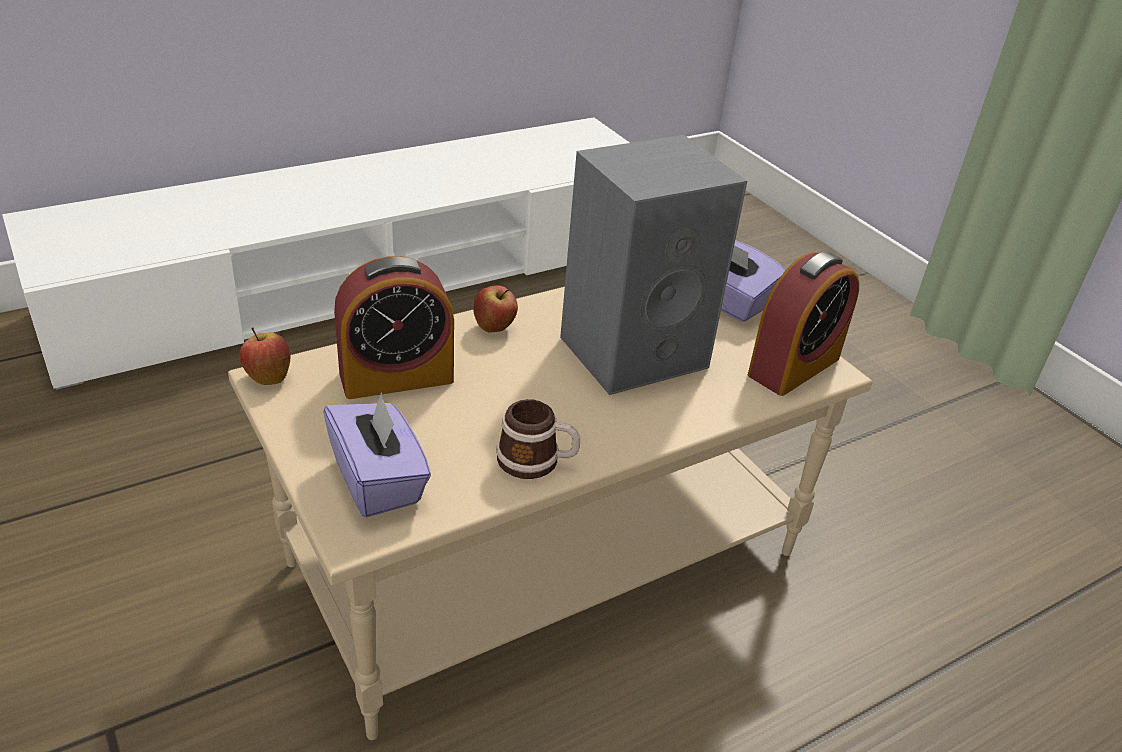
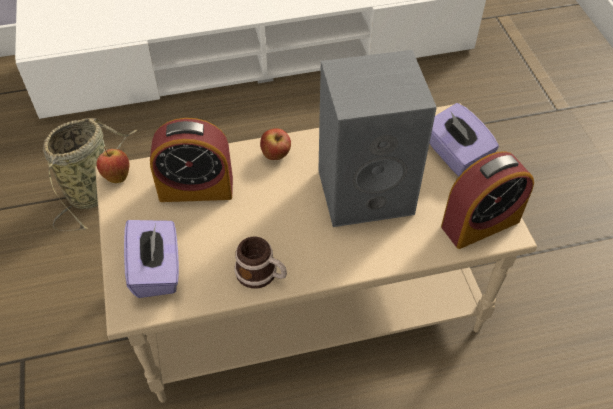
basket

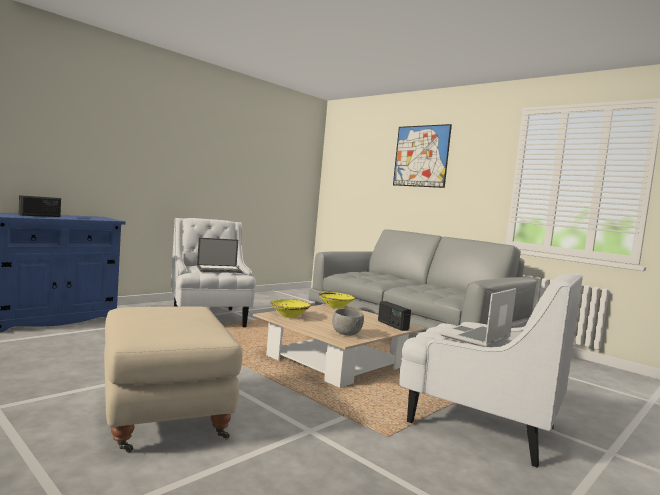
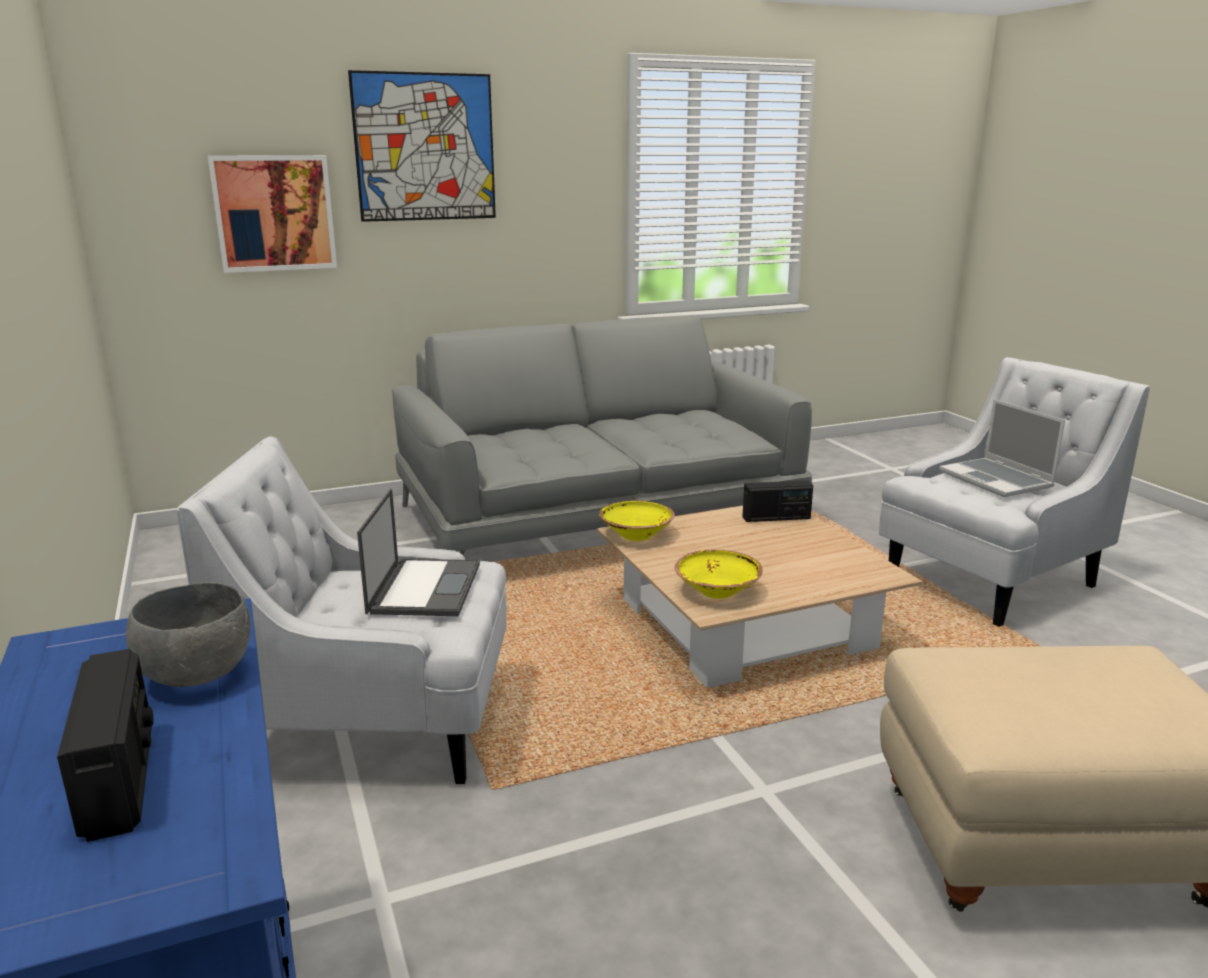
grey bowl
picture (no. 1 from left)

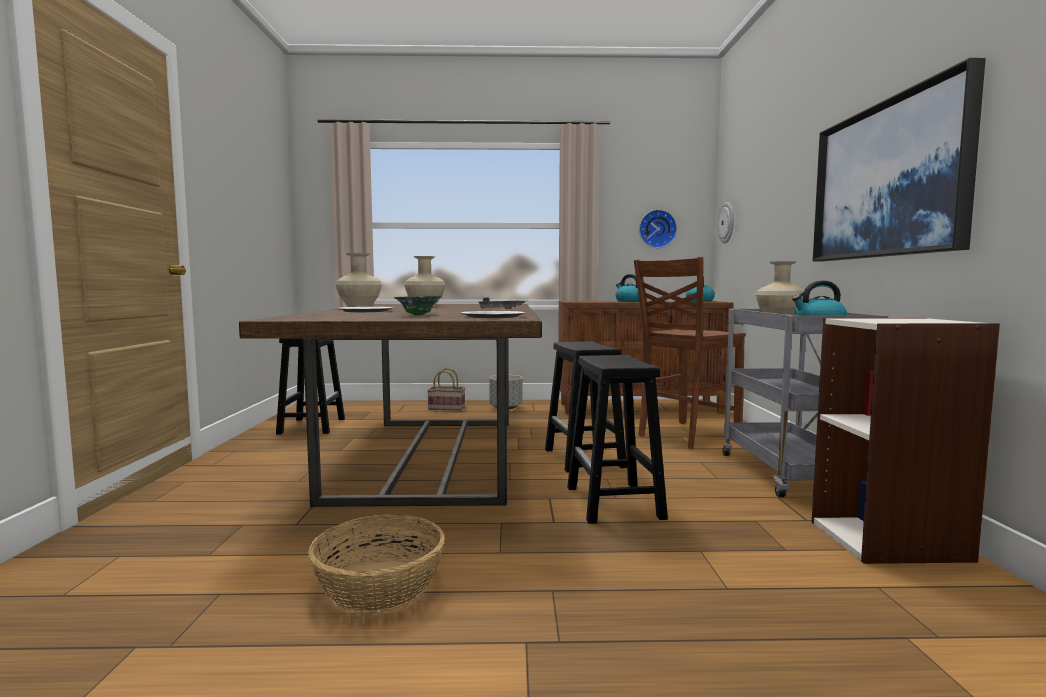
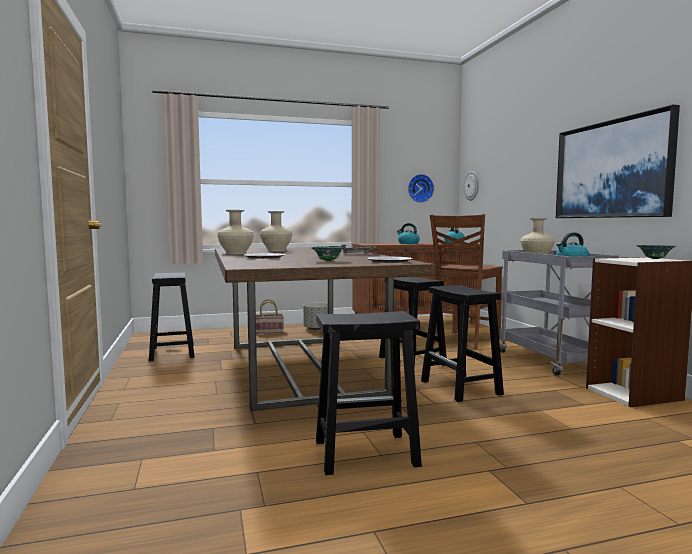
black stool (no. 2 from left)
green bowl (no. 2 from left)

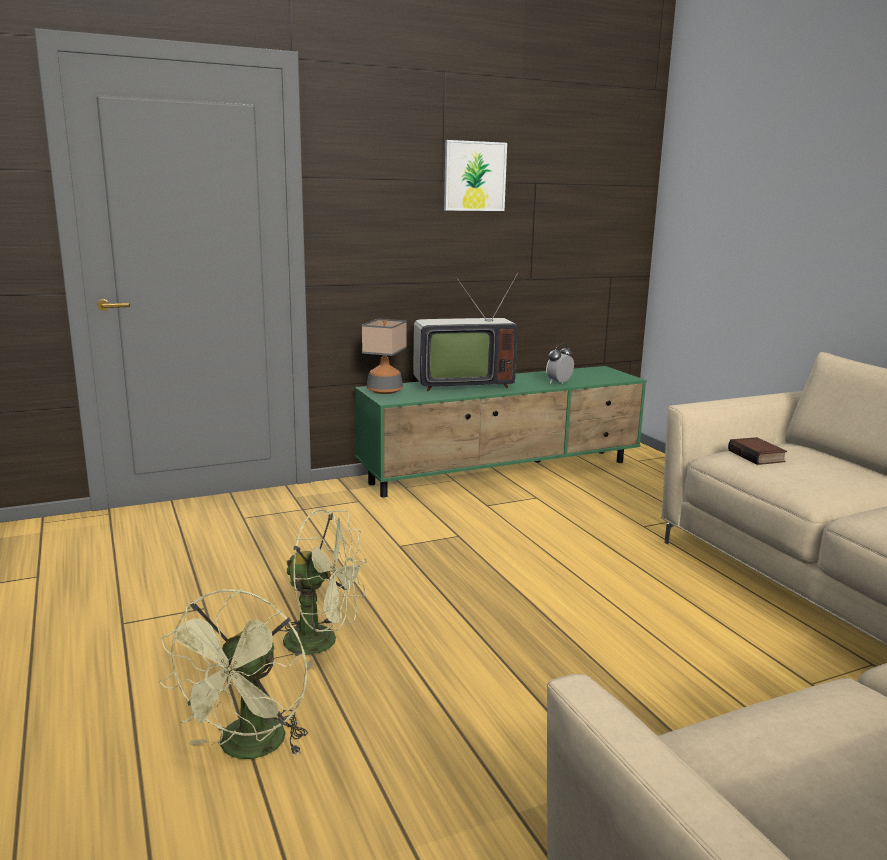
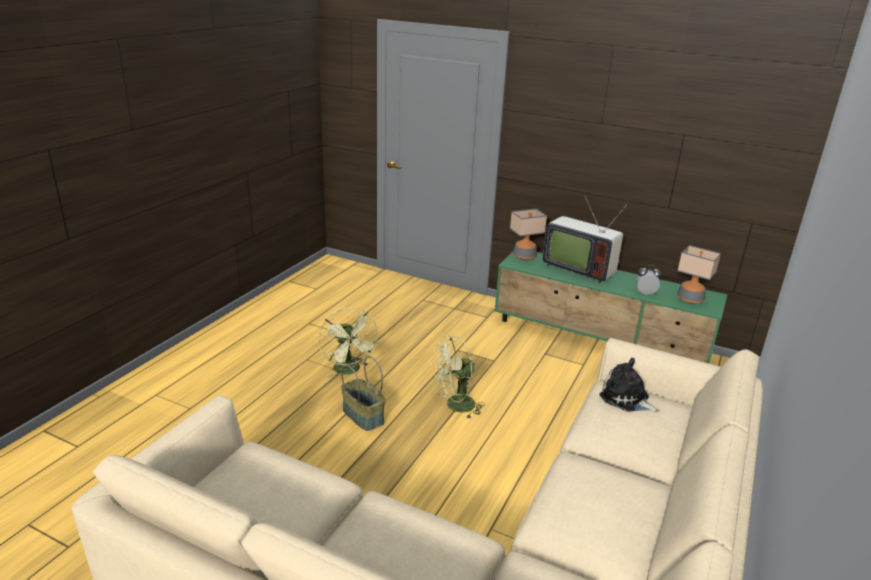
green fan (no. 2 from left)
picture
plush toy
basket
table lamp (no. 2 from left)

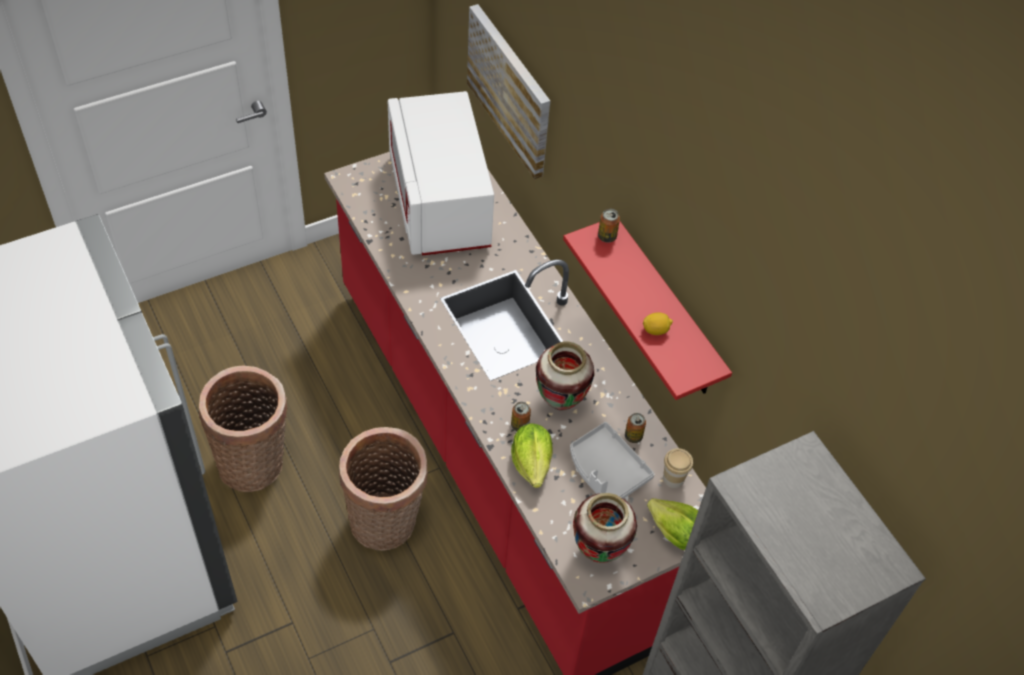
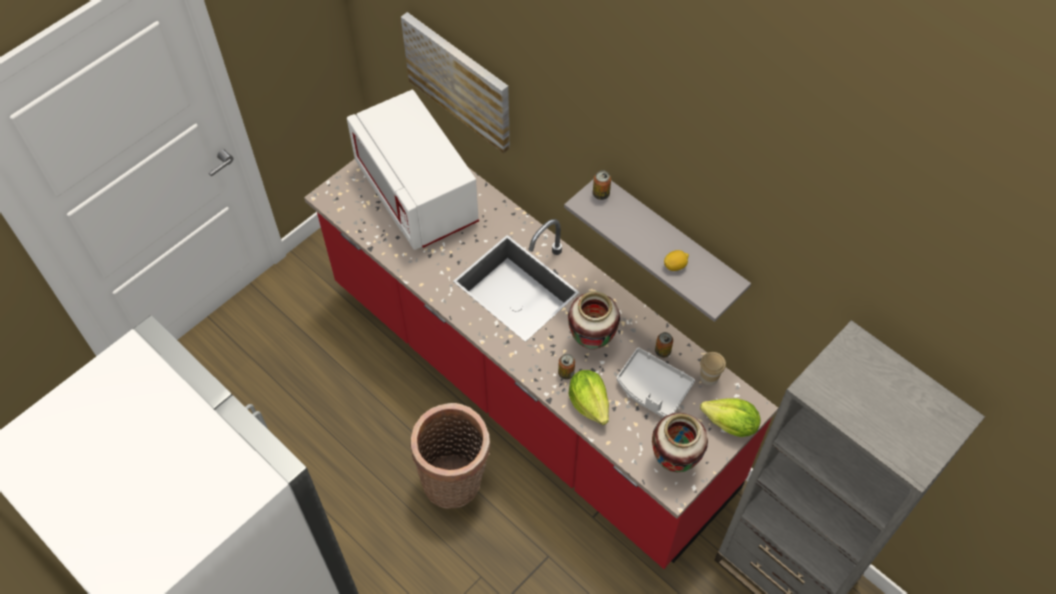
basket (no. 1 from left in the first image)
grey shelf

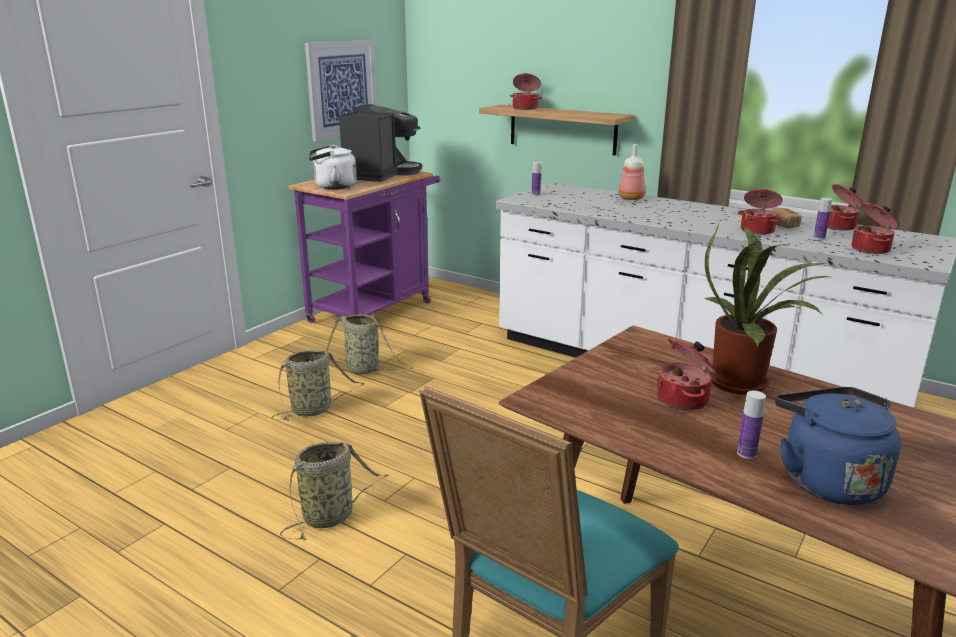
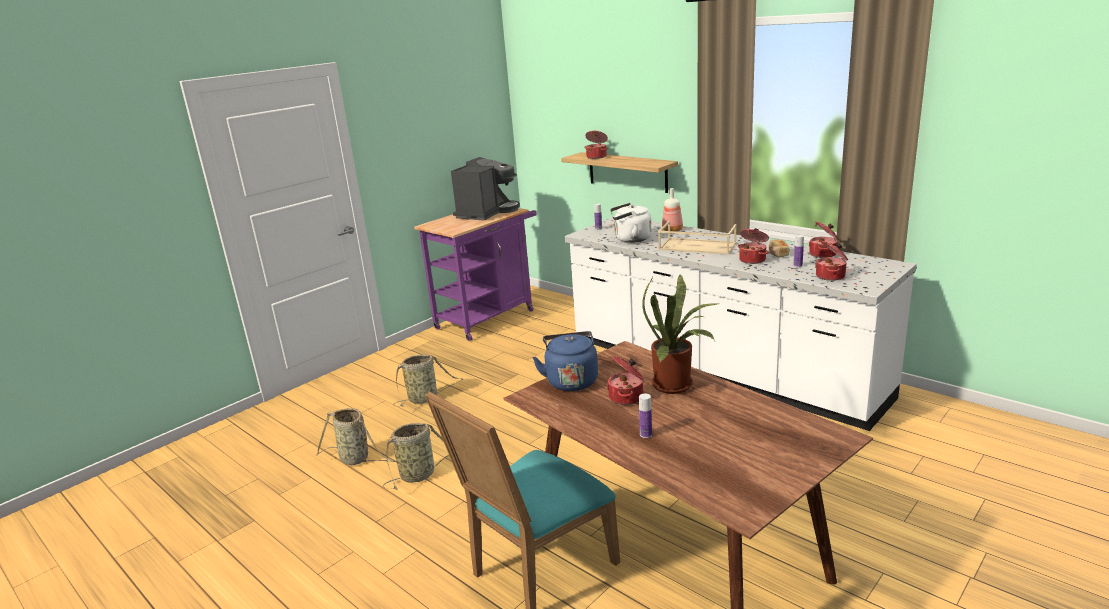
picture
white kettle
basket (no. 1 from left)
blue kettle
beige tray

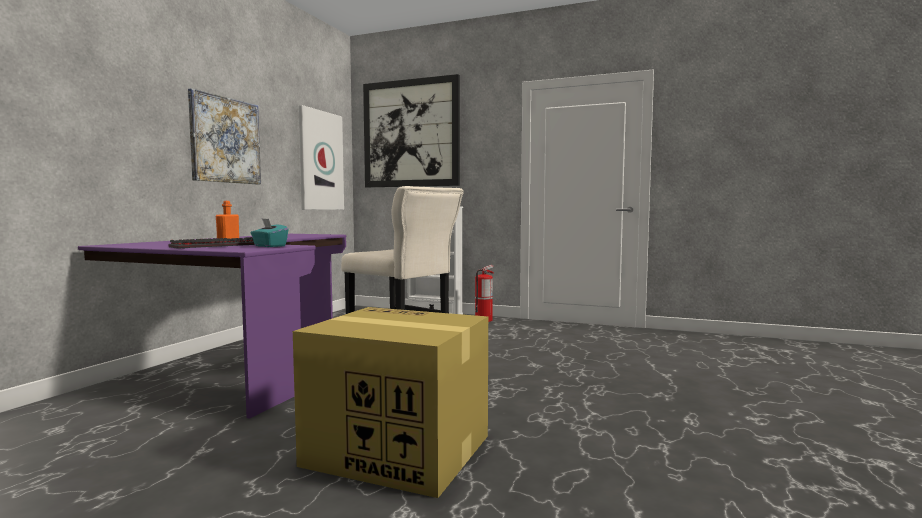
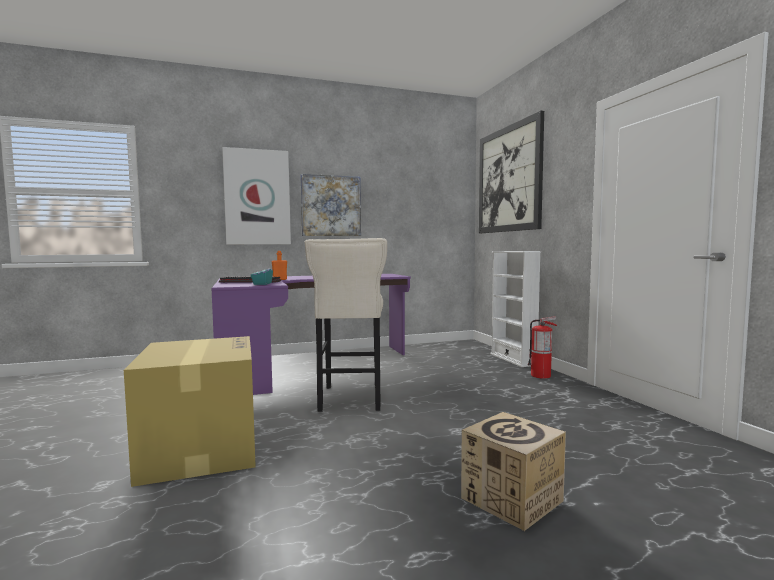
picture (no. 1 from left)
cardboard box (no. 2 from left)

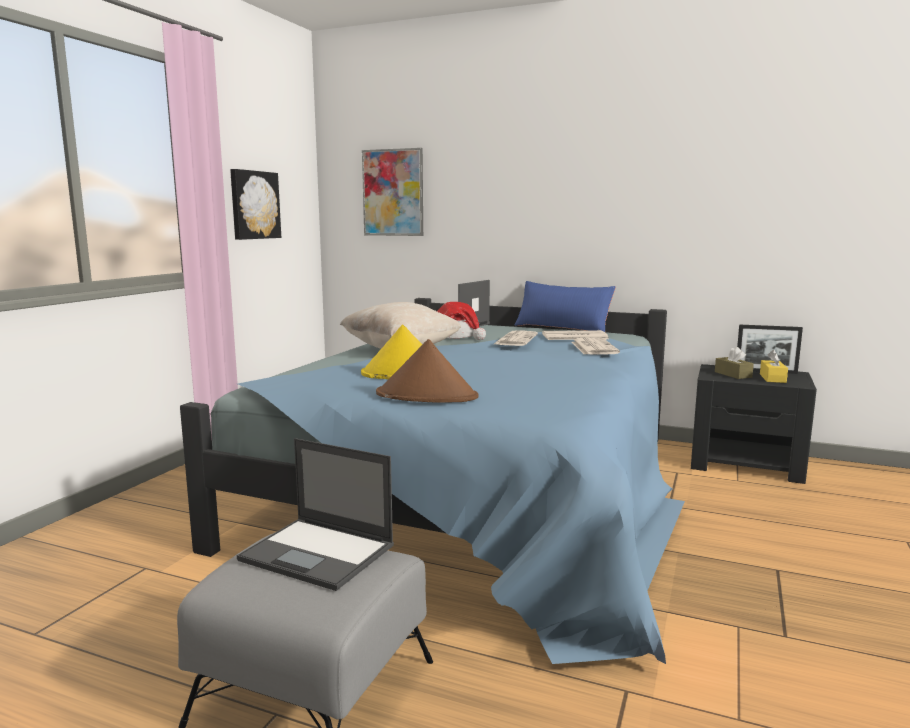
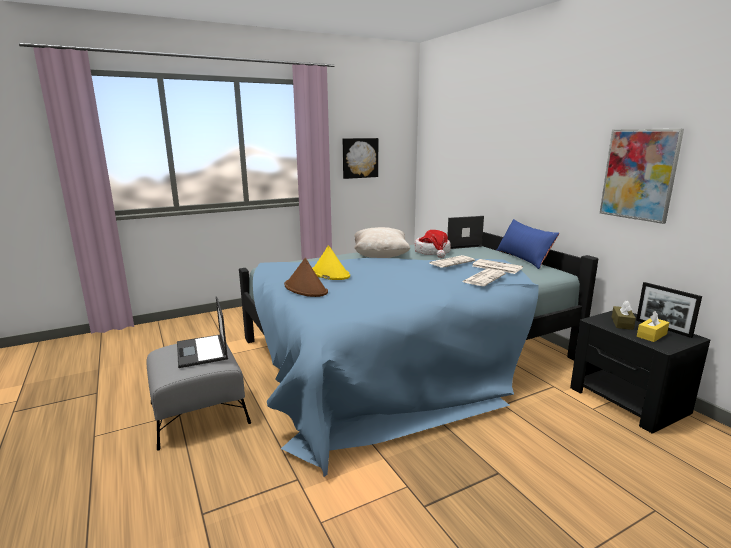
picture (no. 2 from left)

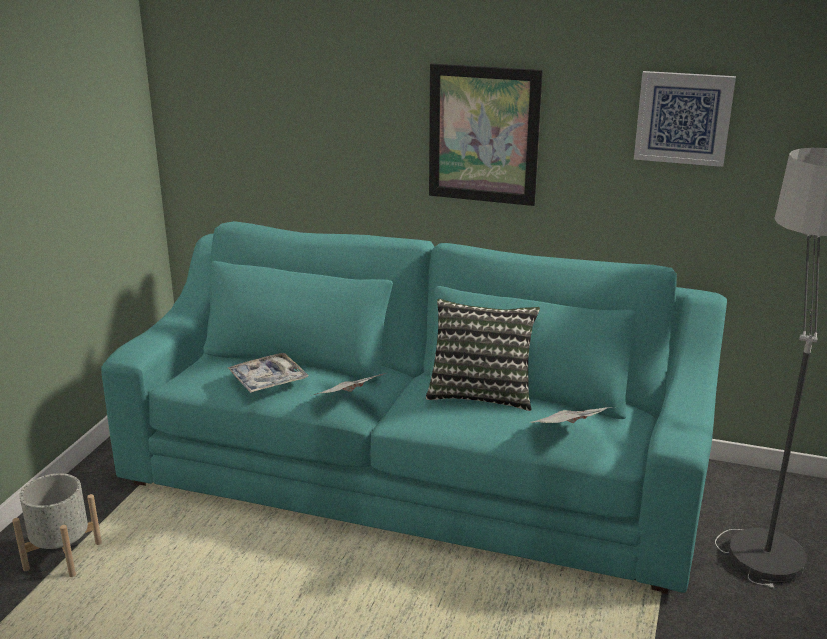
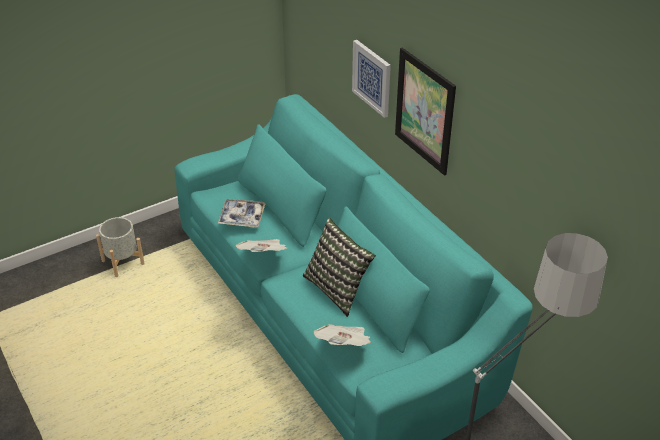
picture (no. 1 from left)

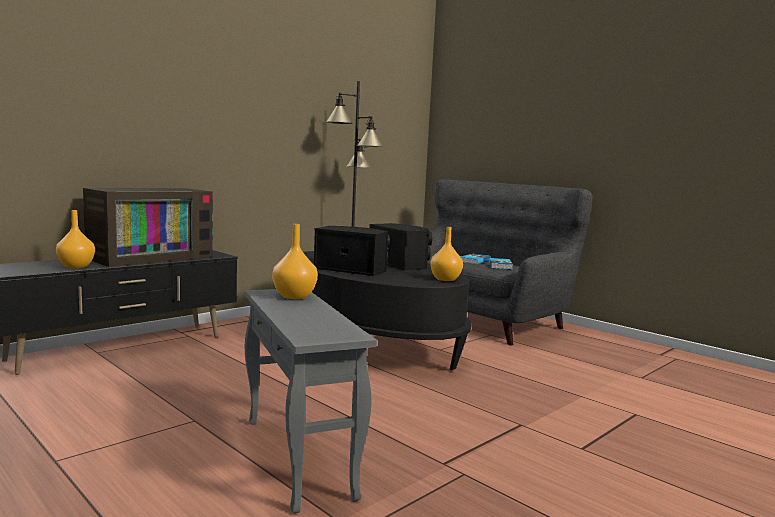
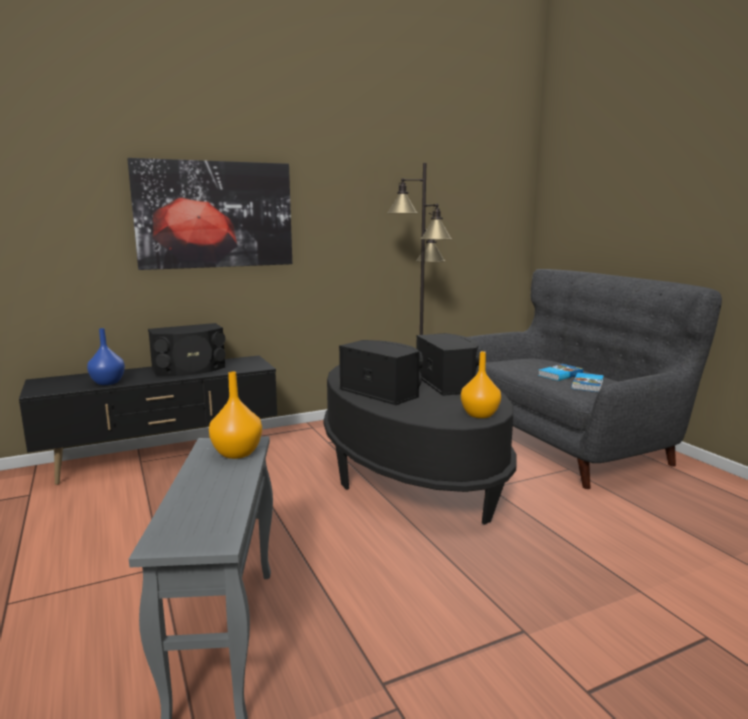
blue vase
black speaker (no. 1 from left)
picture

